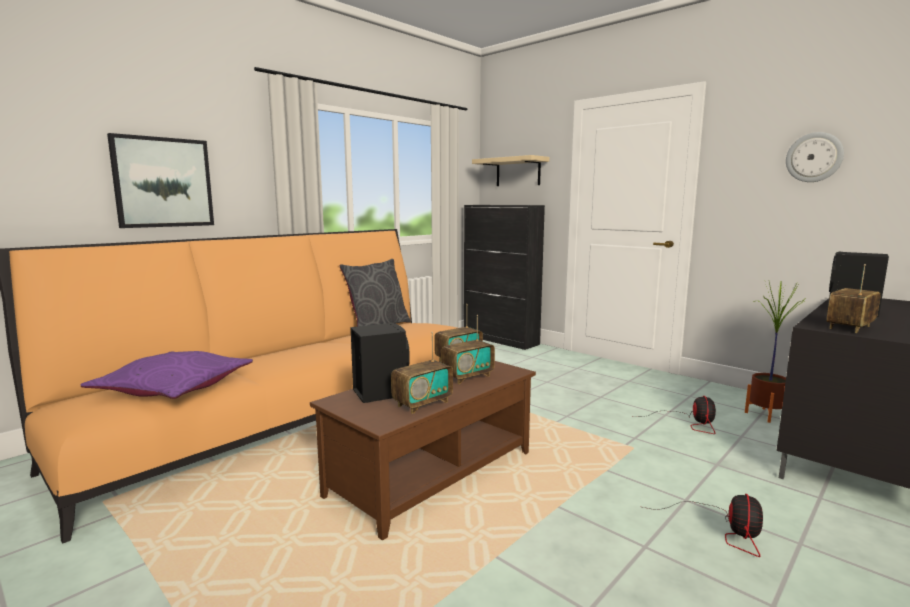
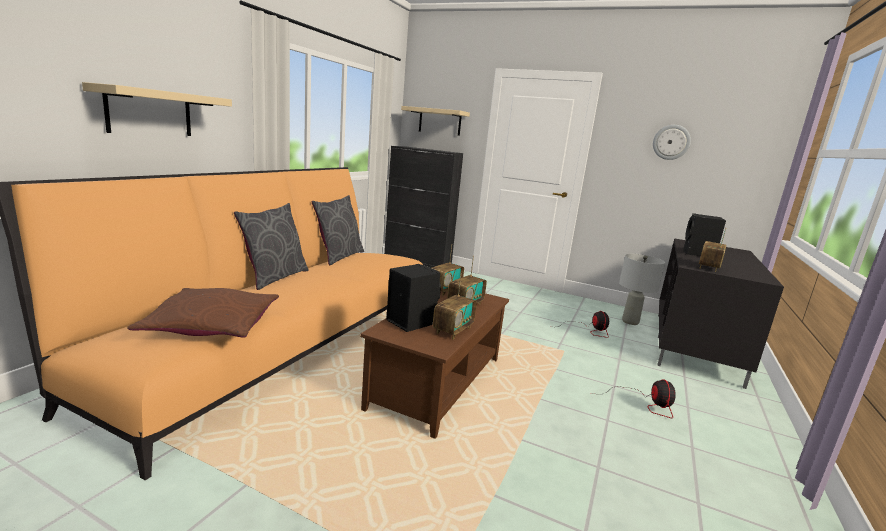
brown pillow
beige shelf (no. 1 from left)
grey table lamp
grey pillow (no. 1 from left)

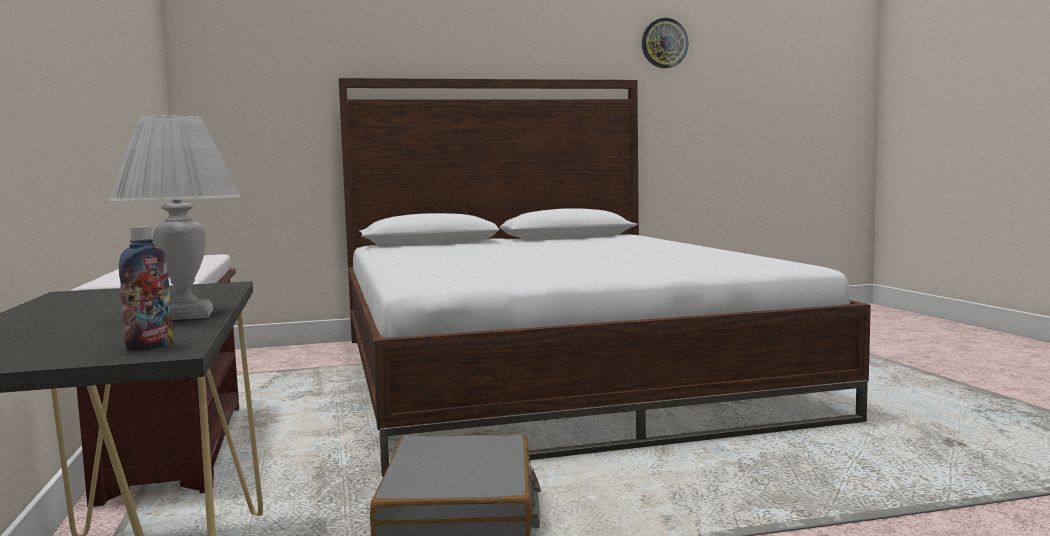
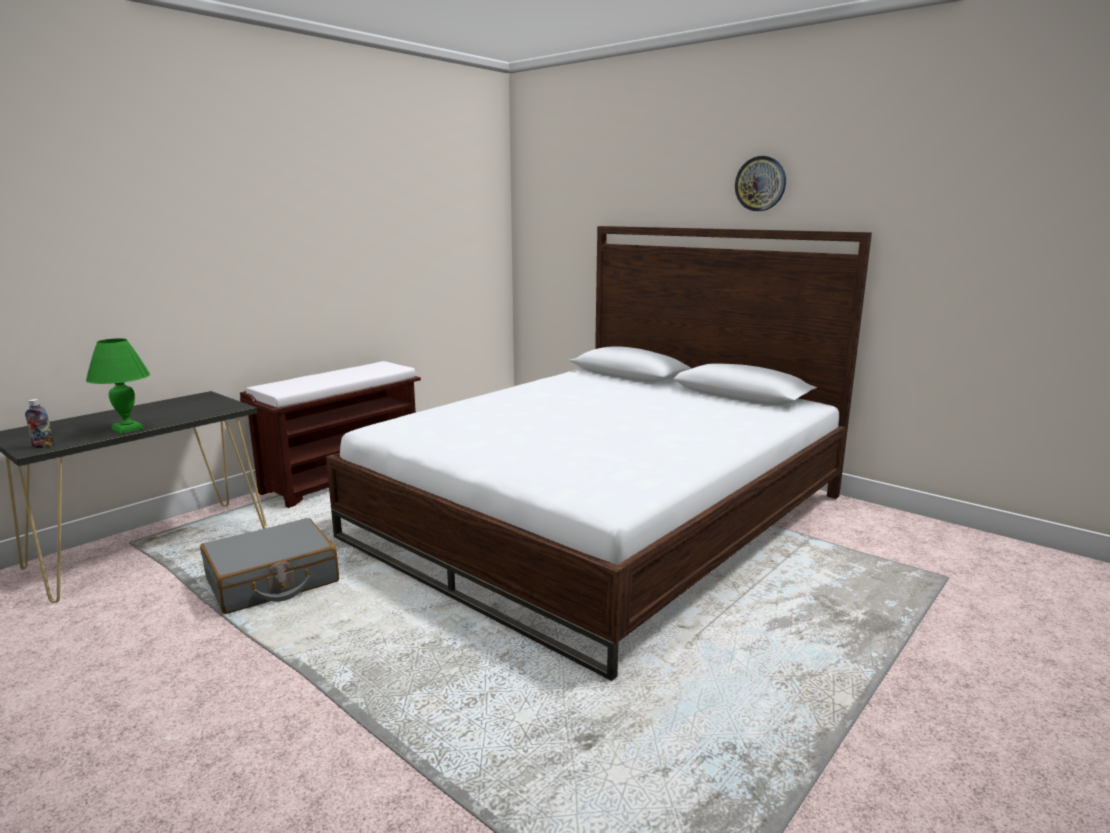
green table lamp
wall clock

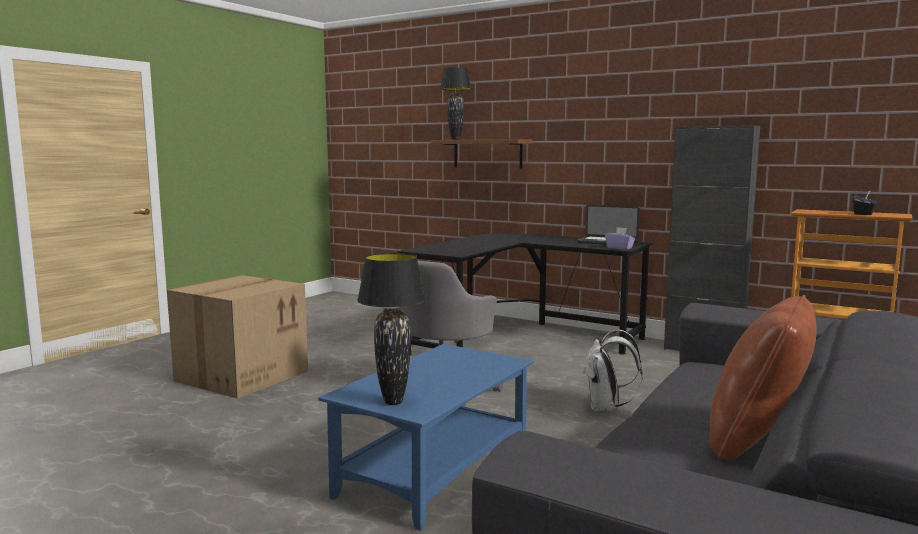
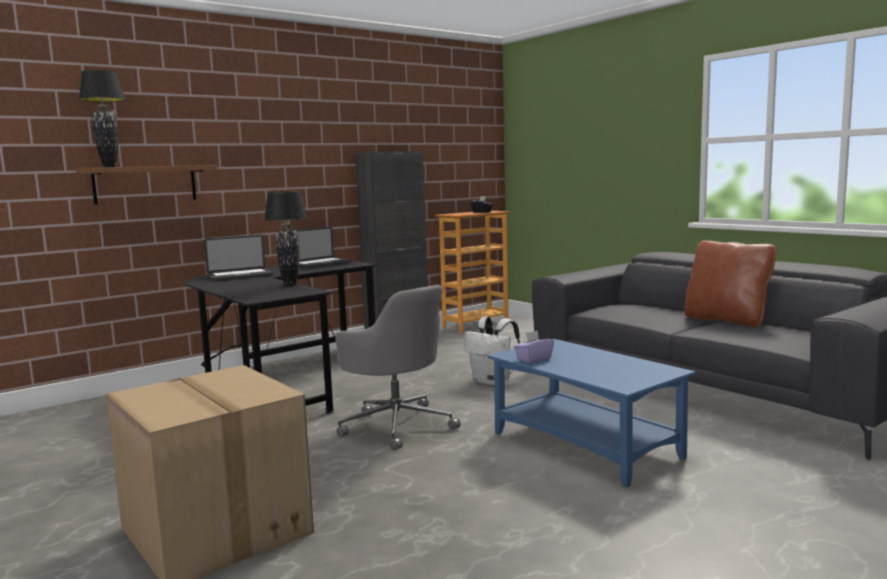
black table lamp (no. 2 from left)
purple tissue box
laptop (no. 1 from left)

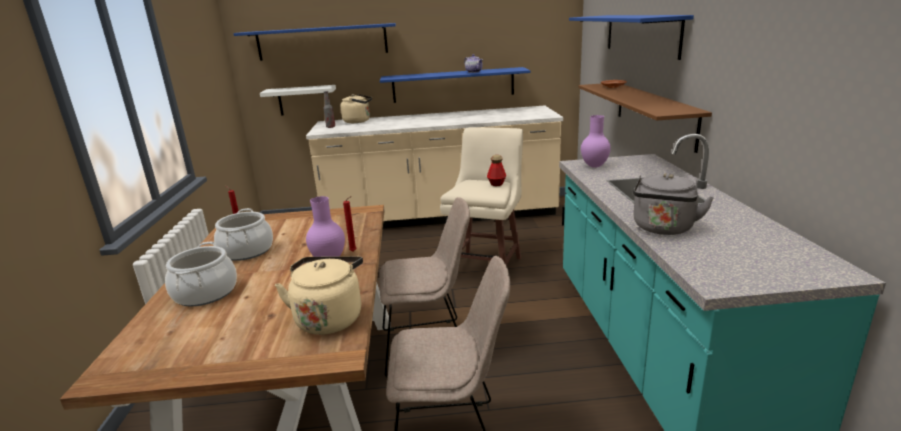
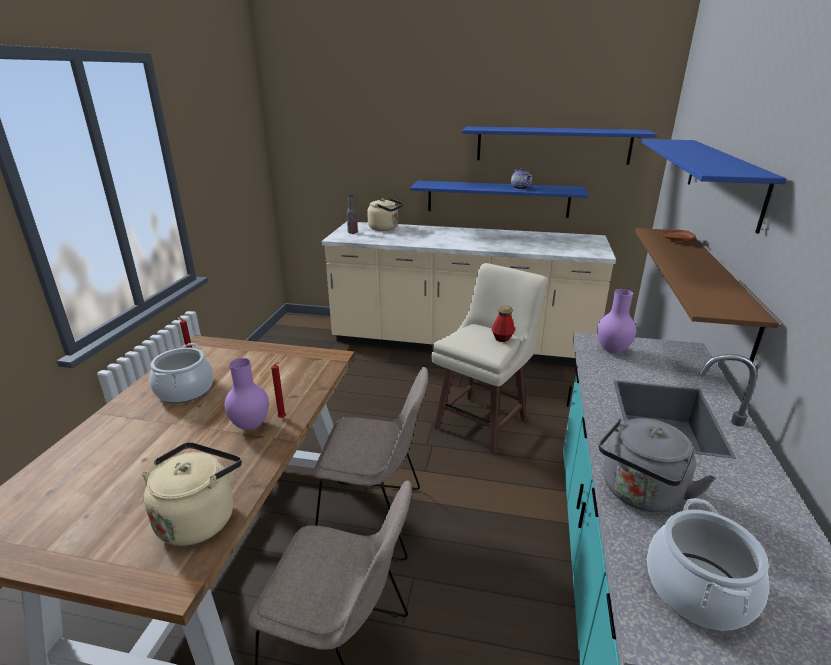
cooking pot (no. 2 from left)
blue shelf (no. 2 from left)
white shelf

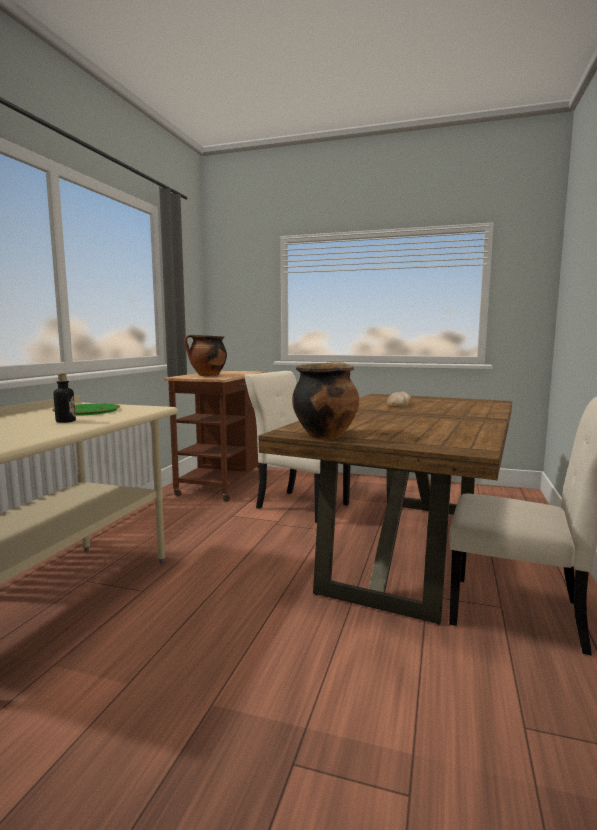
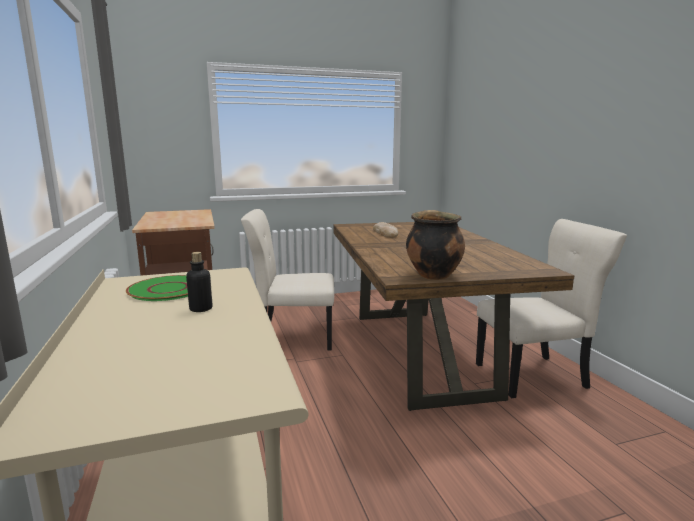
cooking pot (no. 1 from left in the first image)

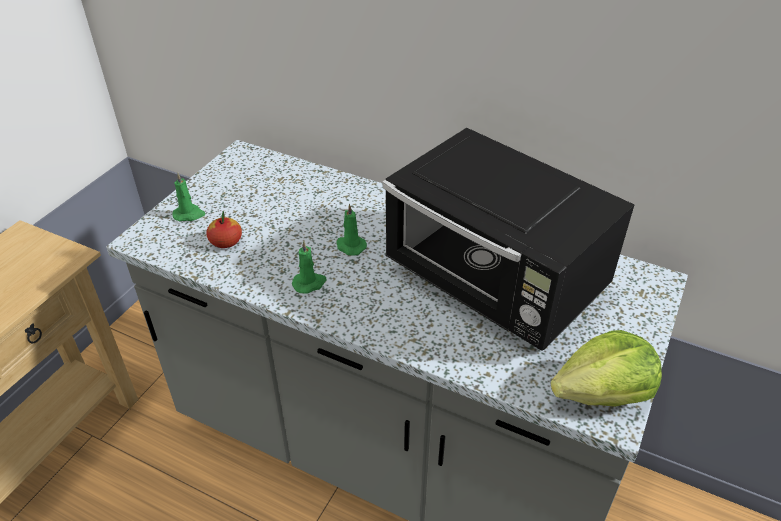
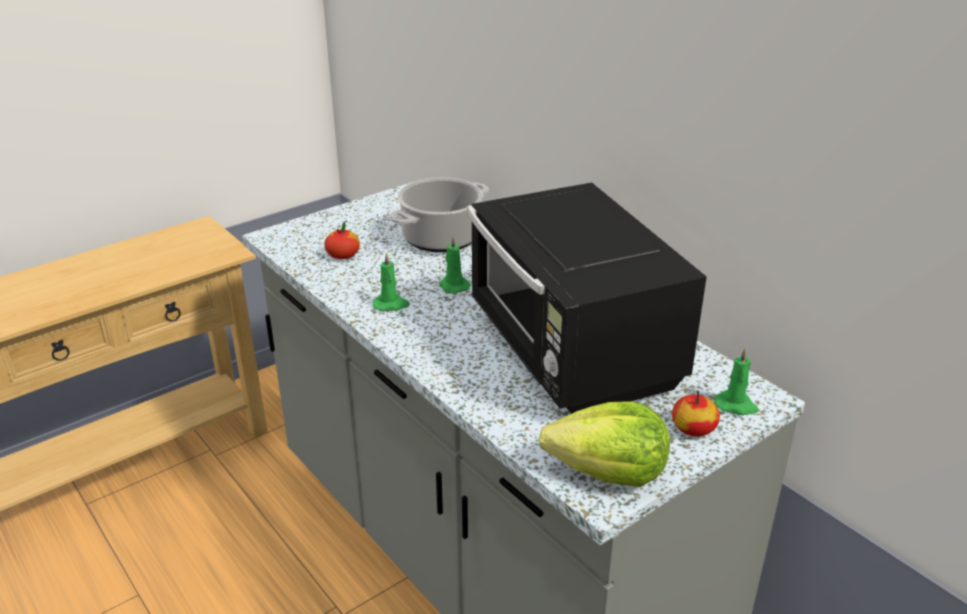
green candle (no. 3 from left)
cooking pot
apple (no. 2 from left)

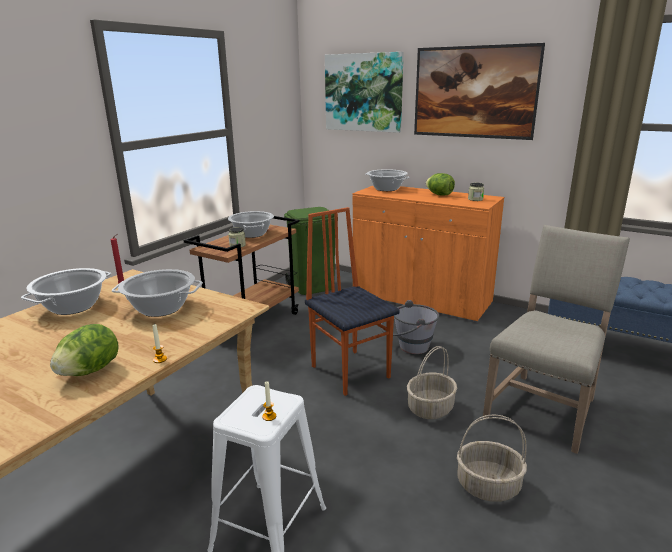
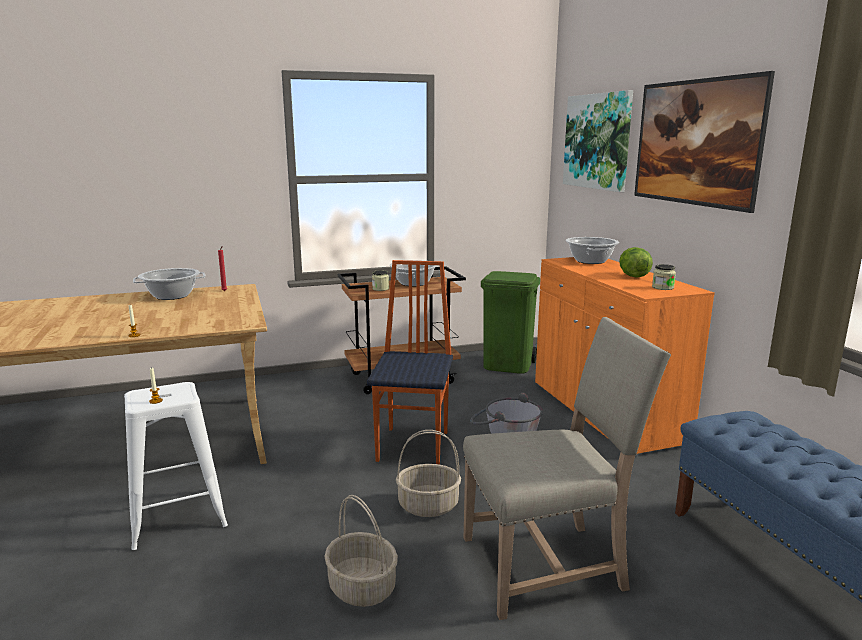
lettuce (no. 1 from left in the first image)
cooking pot (no. 2 from left in the first image)

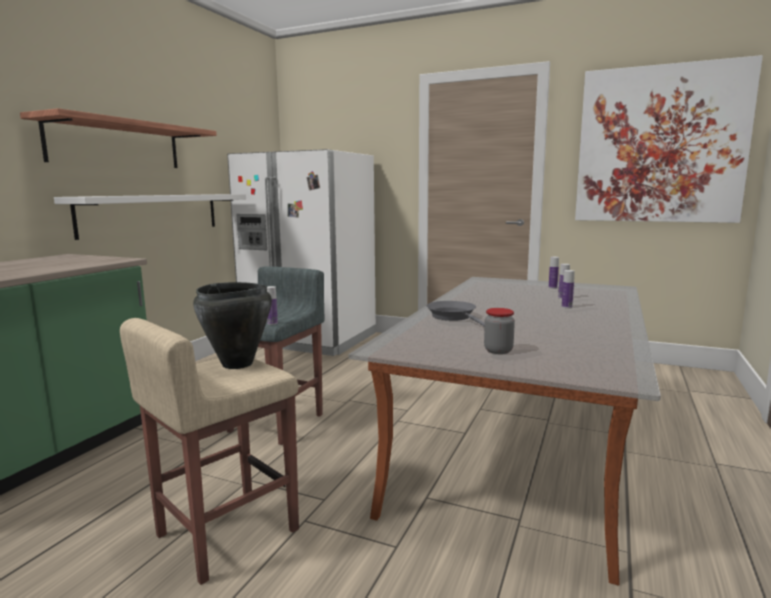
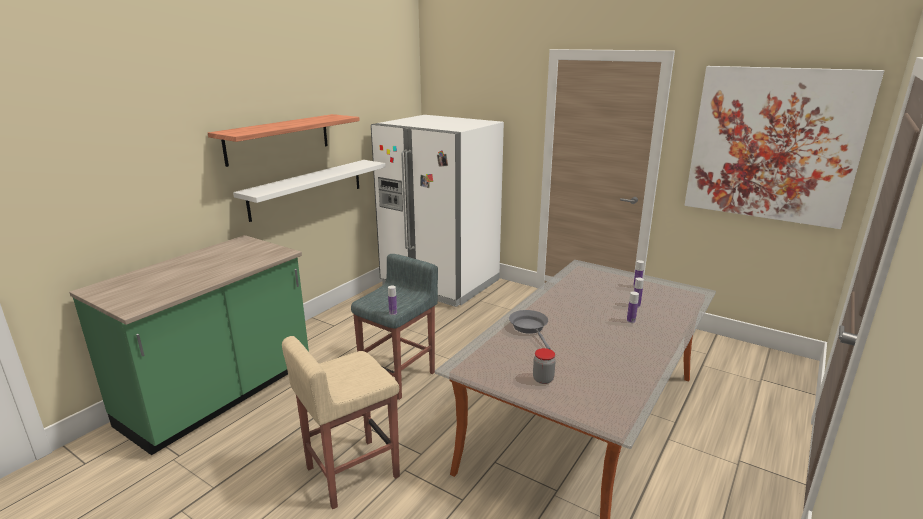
black cooking pot

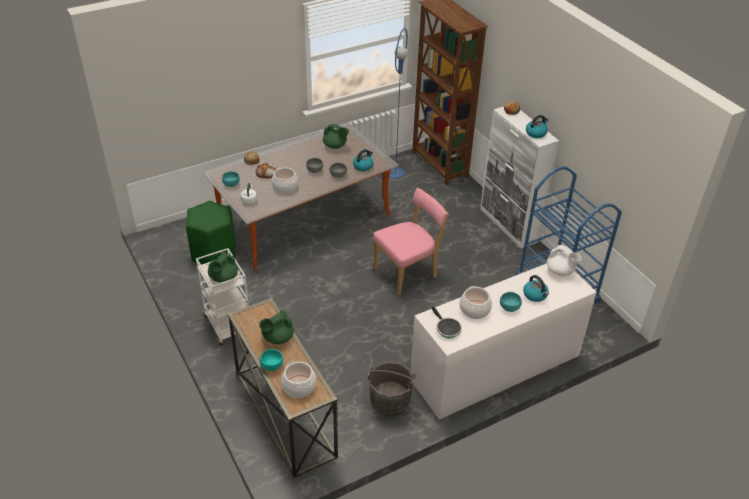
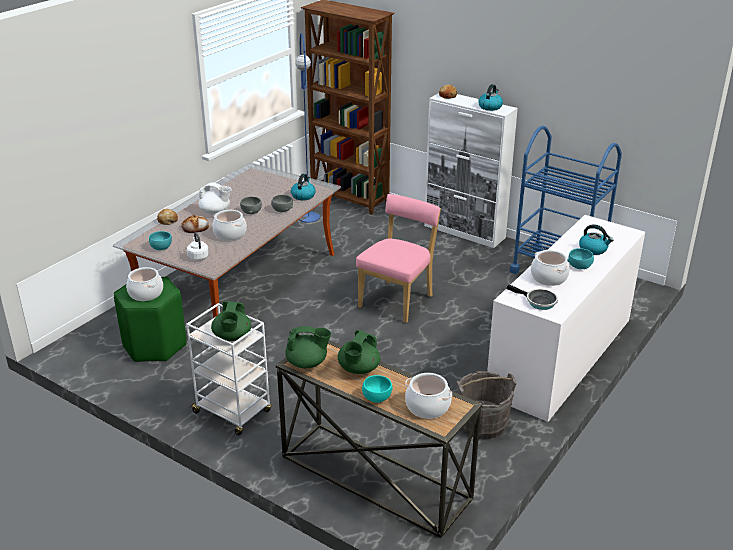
green teapot (no. 2 from left)
white teapot
cooking pot (no. 1 from left)

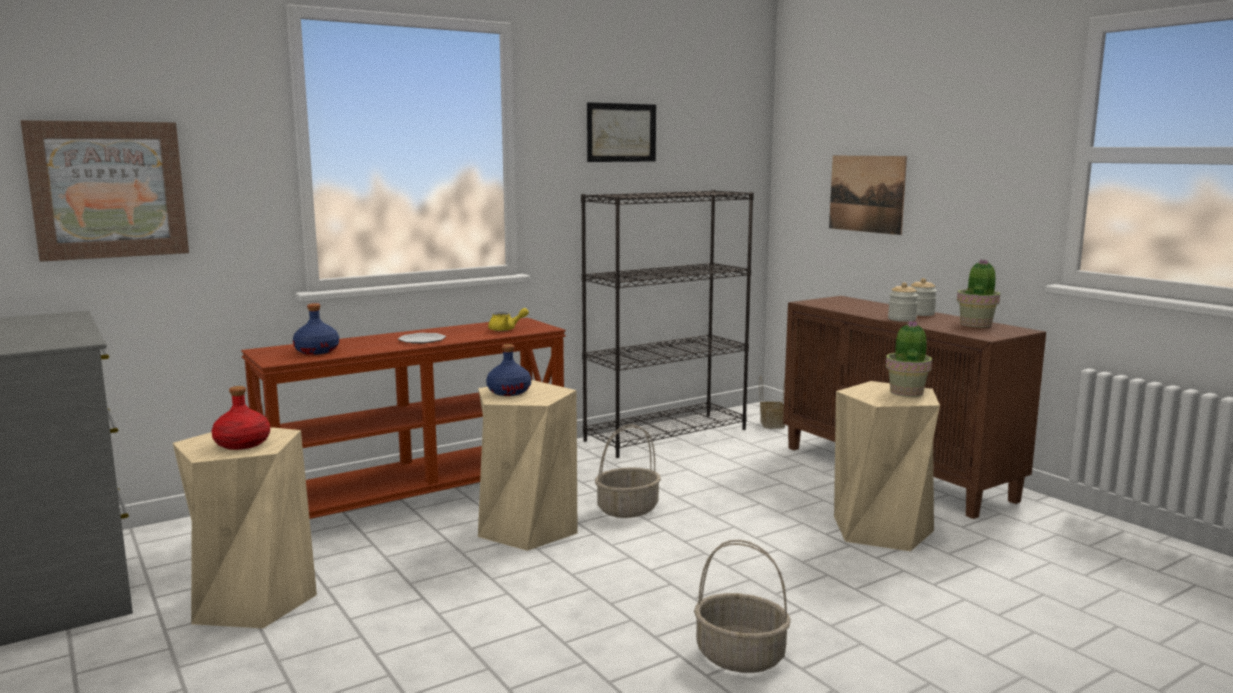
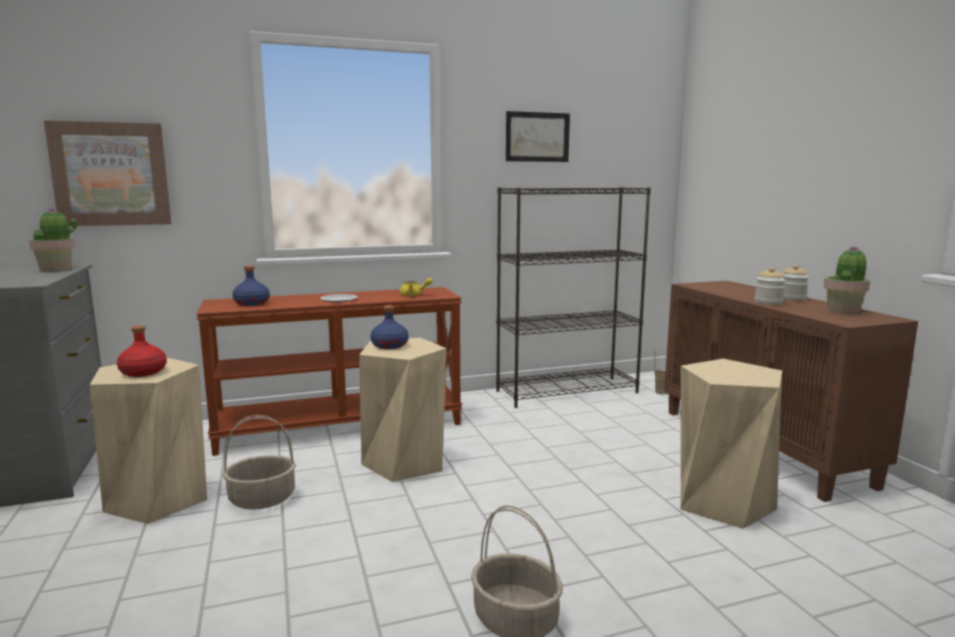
basket (no. 1 from left)
picture (no. 3 from left in the first image)
potted plant (no. 1 from left)

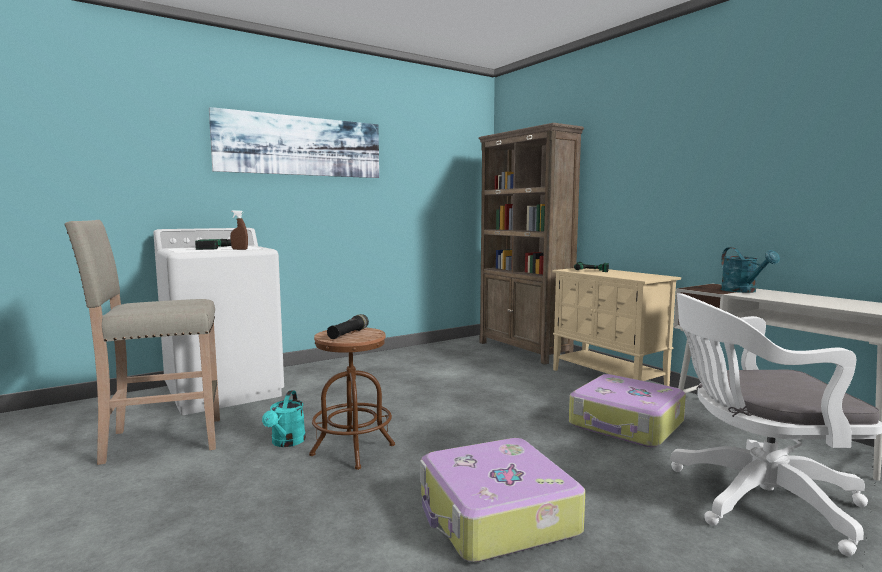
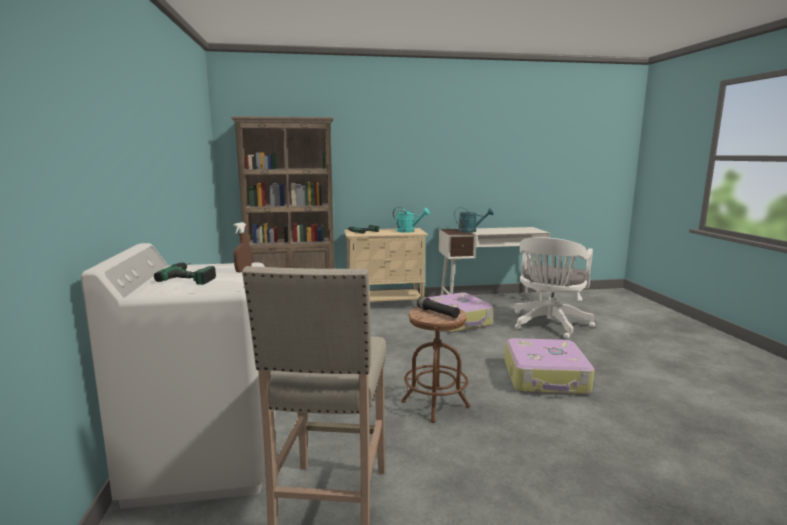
picture
turquoise watering can (no. 1 from left)

